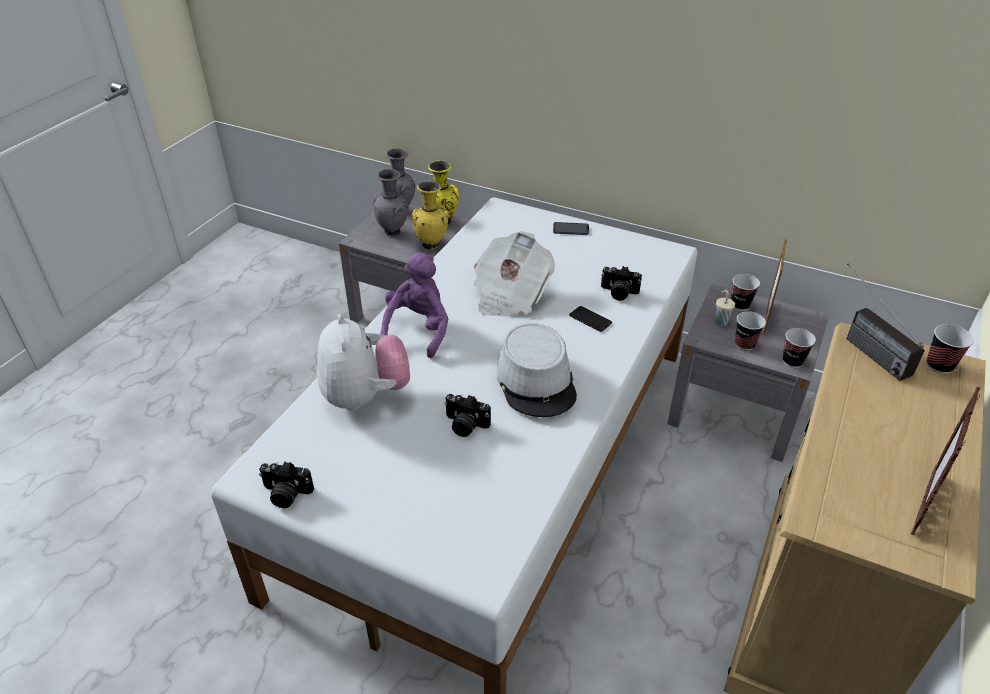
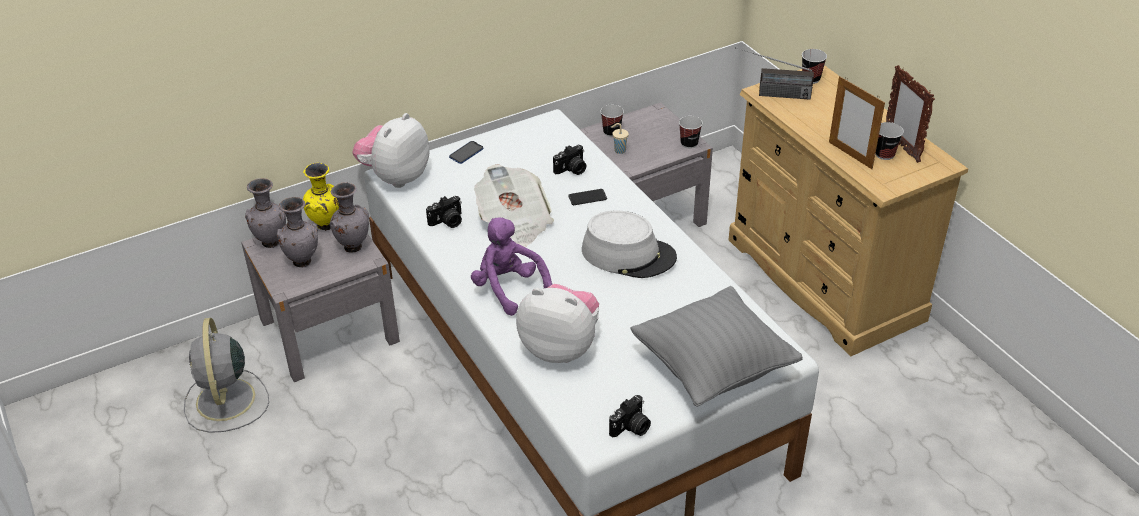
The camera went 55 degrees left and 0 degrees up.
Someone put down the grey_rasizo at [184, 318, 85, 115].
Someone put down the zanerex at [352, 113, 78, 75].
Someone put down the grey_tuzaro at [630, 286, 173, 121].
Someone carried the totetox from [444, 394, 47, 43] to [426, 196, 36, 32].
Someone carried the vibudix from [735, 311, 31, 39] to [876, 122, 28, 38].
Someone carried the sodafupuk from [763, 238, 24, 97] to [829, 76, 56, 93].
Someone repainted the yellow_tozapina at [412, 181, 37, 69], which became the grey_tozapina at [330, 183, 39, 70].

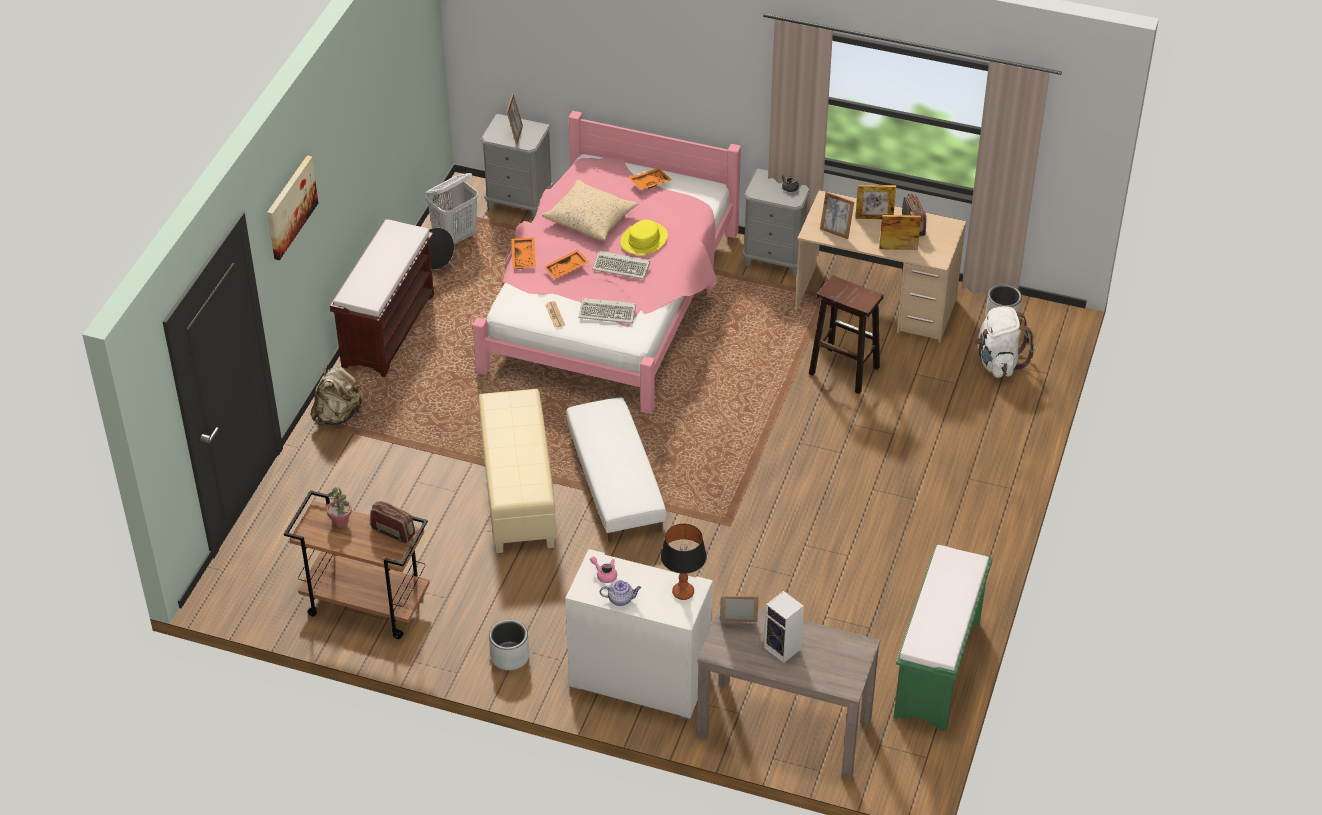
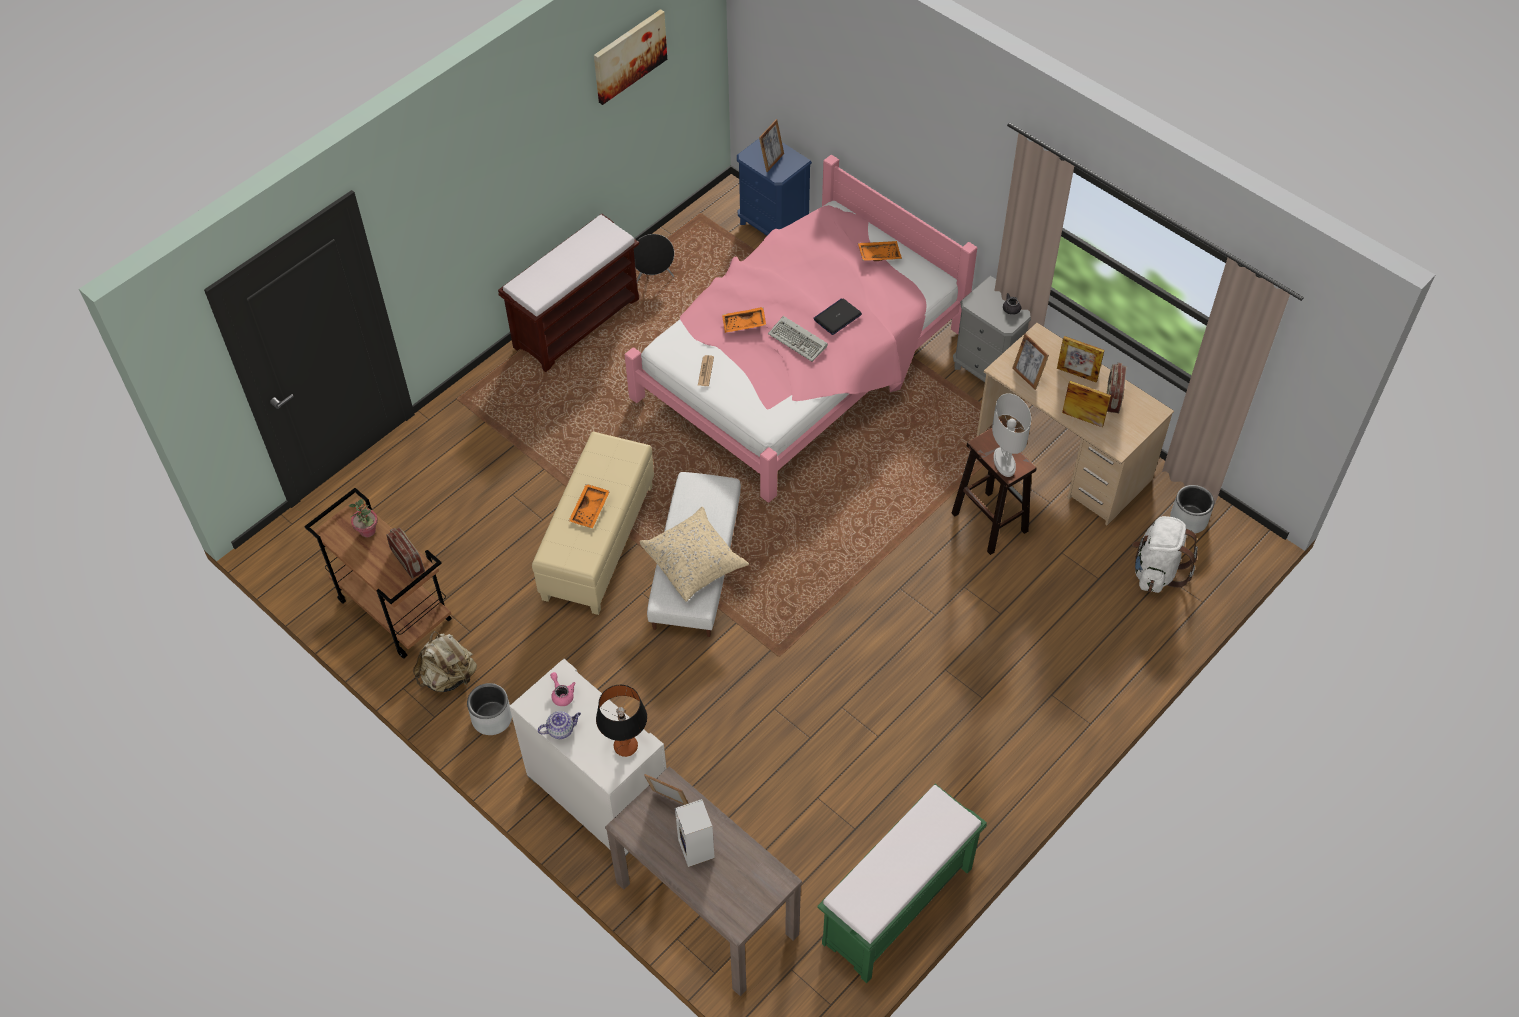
The camera went 25 degrees right and 10 degrees up.
Someone took away the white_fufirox at [426, 173, 52, 72].
Someone took away the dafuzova at [579, 298, 57, 25].
Someone put down the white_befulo at [992, 393, 39, 84].
Someone carried the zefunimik from [267, 155, 51, 105] to [594, 9, 73, 96].
Someone carried the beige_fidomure from [311, 365, 53, 60] to [413, 631, 64, 61].
Someone carried the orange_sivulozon from [511, 238, 25, 31] to [569, 484, 41, 44].
Someone carried the beige_tuzaro from [542, 179, 97, 62] to [639, 507, 110, 95].
Someone swapped the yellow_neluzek at [621, 220, 47, 35] for the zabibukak at [813, 298, 49, 37].
Someone repainted the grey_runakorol at [481, 114, 72, 105], which became the blue_runakorol at [737, 139, 75, 97].
Someone rotated the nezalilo at [600, 580, 41, 26] by 45 degrees counterclockwise.

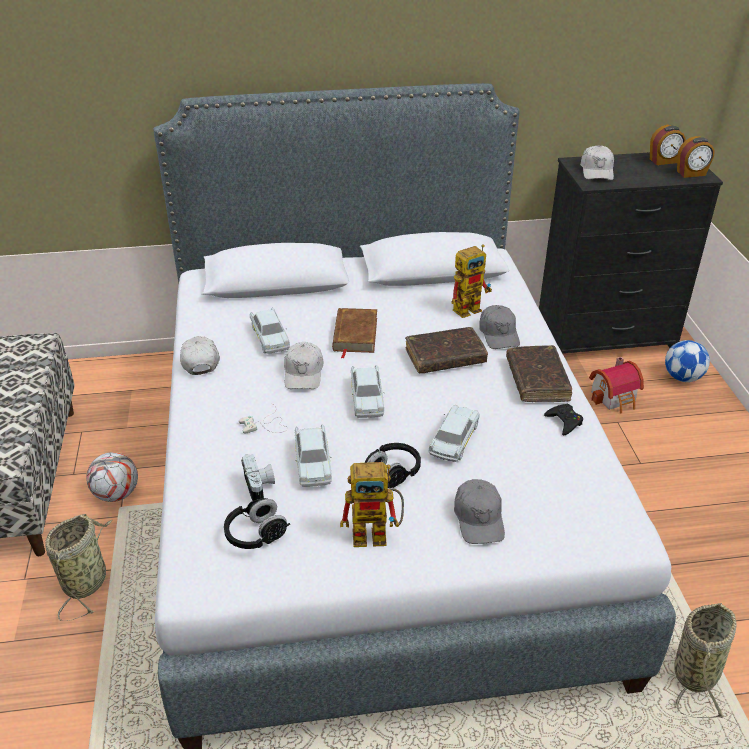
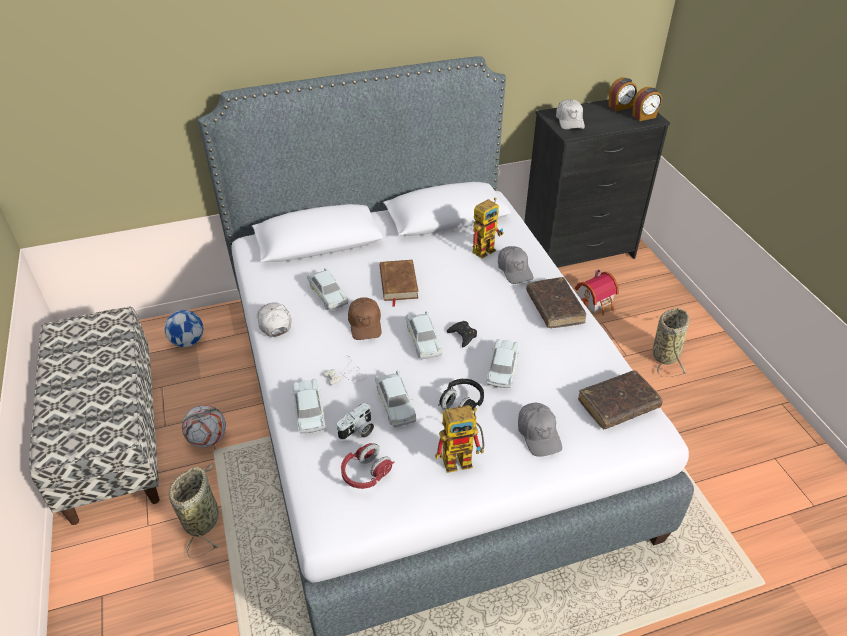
The camera went 10 degrees left and 5 degrees up.
Someone put down the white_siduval at [292, 379, 33, 54].
Someone carried the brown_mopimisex from [405, 327, 83, 46] to [578, 370, 85, 59].
Someone carried the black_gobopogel from [544, 404, 39, 31] to [447, 321, 30, 26].
Someone carried the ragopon from [665, 340, 45, 42] to [165, 310, 38, 37].
Someone carried the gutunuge from [674, 603, 62, 115] to [653, 308, 36, 69].
Someone repainted the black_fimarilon at [224, 498, 66, 51], which became the red_fimarilon at [341, 443, 53, 46].
Someone repainted the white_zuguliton at [284, 342, 39, 47], which became the brown_zuguliton at [348, 298, 33, 42].
Someone rotated the totetox at [241, 454, 34, 47] by 75 degrees clockwise.

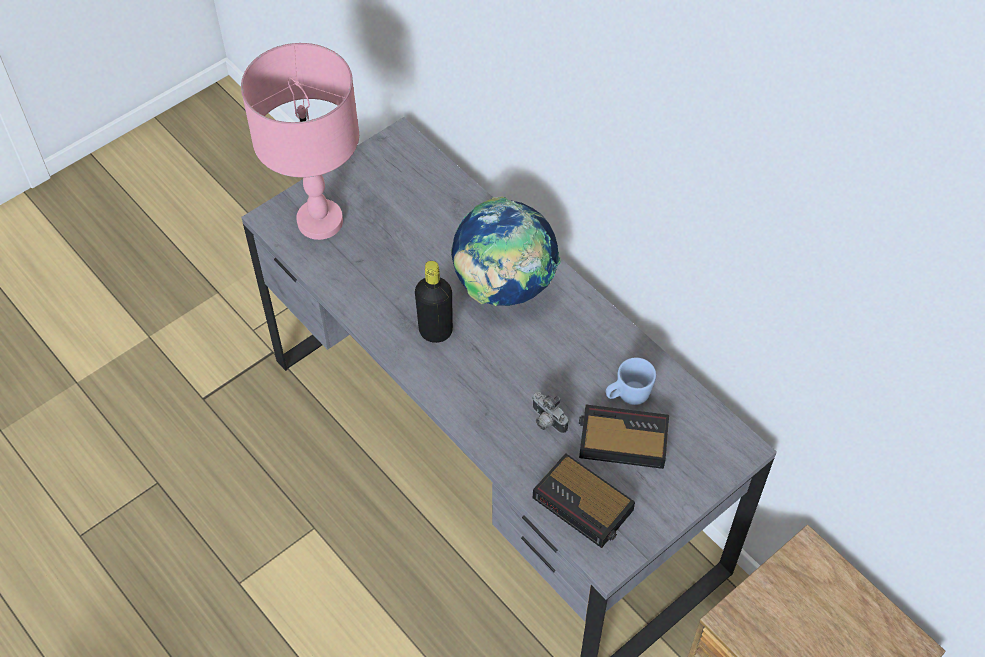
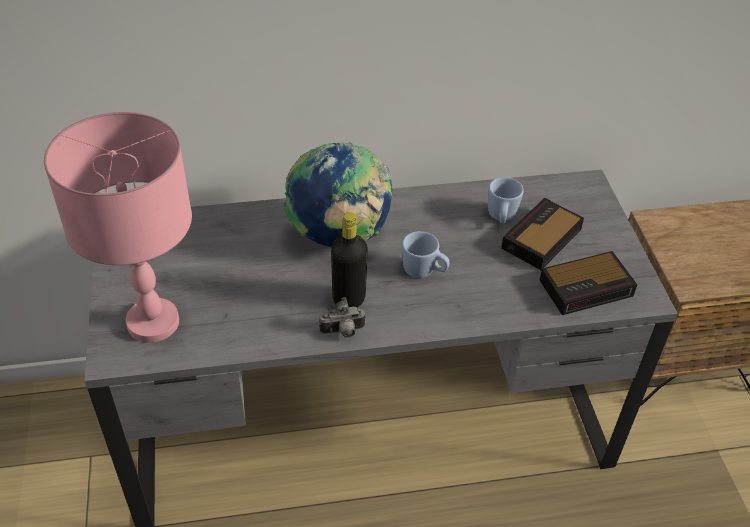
The camera went 60 degrees left and 10 degrees down.
Someone put down the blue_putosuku at [402, 231, 48, 47].
Someone carried the totetox from [532, 392, 36, 42] to [319, 297, 47, 41].

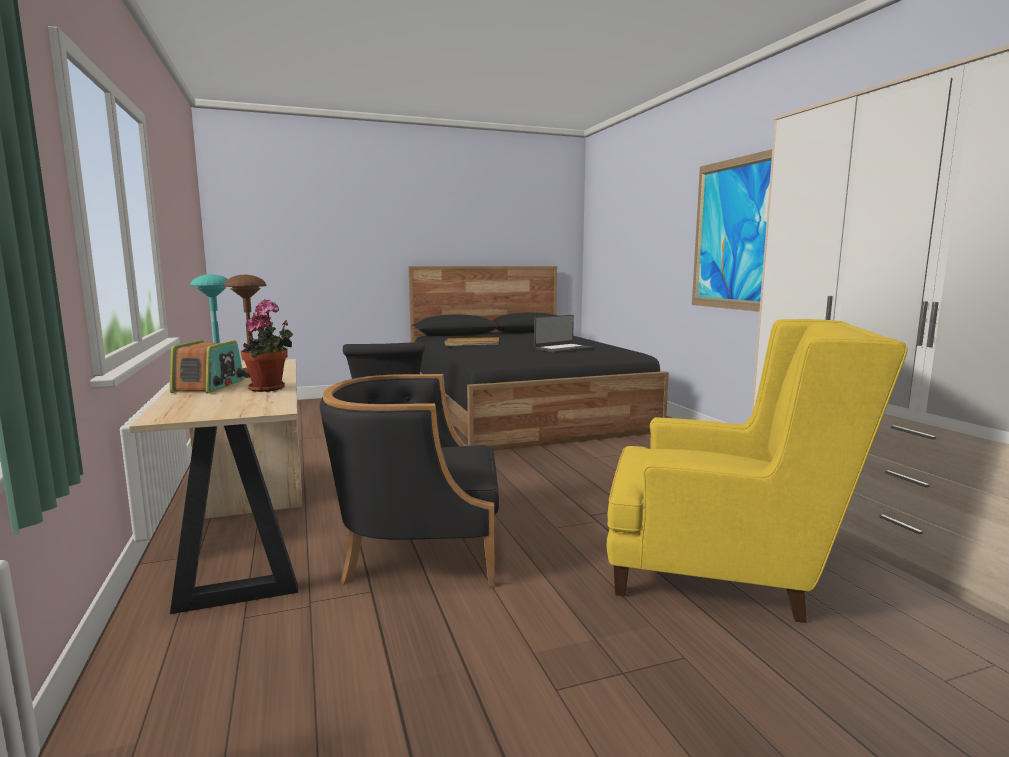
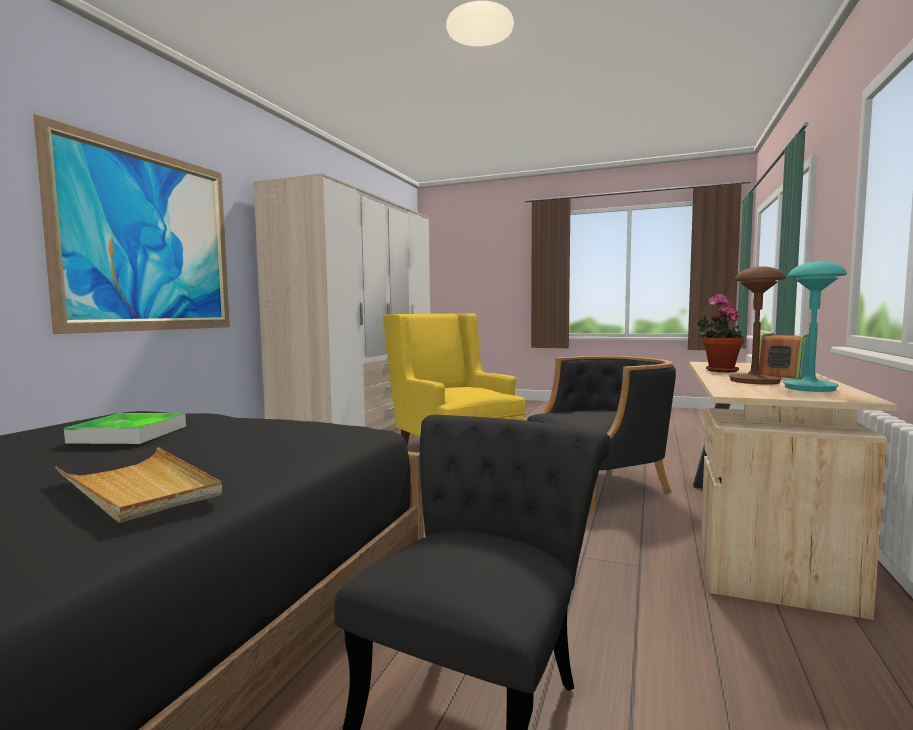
The camera went 140 degrees left and 5 degrees down.
Someone swapped the zabibukak at [534, 315, 59, 38] for the sivulozon at [64, 413, 122, 31].
Someone rotated the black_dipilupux at [320, 374, 179, 213] by 60 degrees counterclockwise.

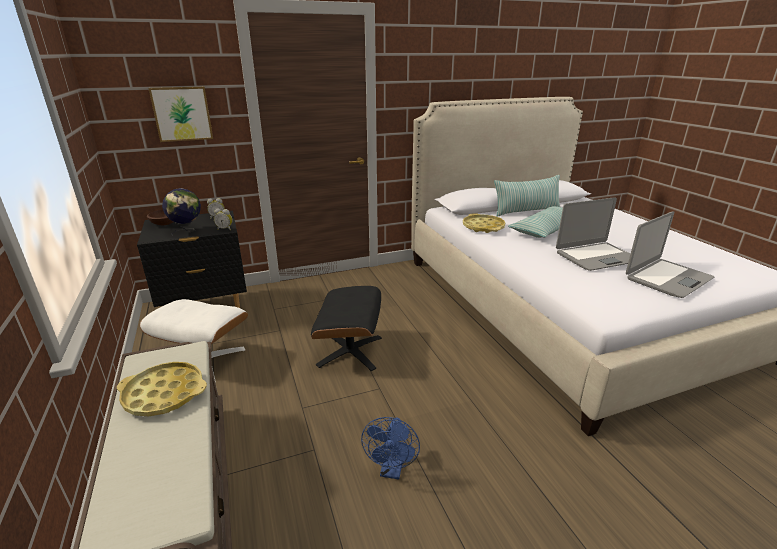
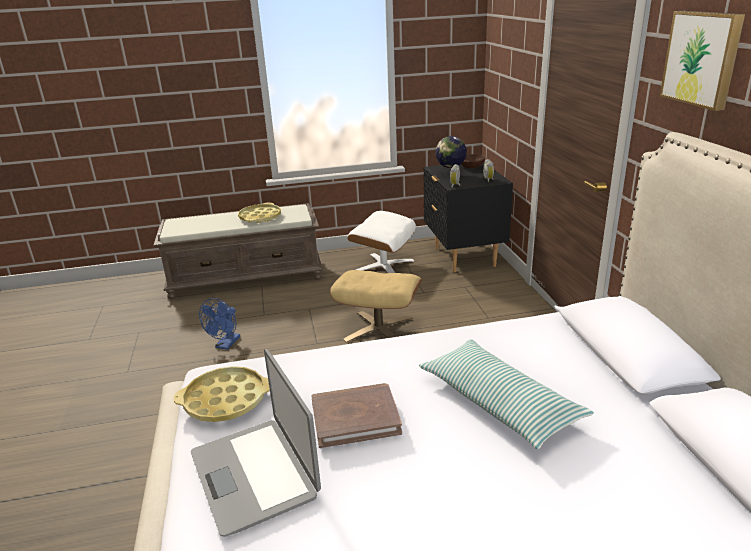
The camera went 100 degrees right and 0 degrees up.
Someone took away the tuzaro at [494, 175, 66, 42].
Someone carried the zefunimik from [148, 86, 65, 56] to [660, 11, 85, 100].
Someone carried the yellow_sivulozon from [463, 213, 42, 20] to [174, 366, 96, 56].
Someone swapped the zabibukak at [556, 197, 74, 74] for the brown_mopimisex at [312, 383, 90, 65].
Someone repainted the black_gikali at [311, 286, 71, 85], which became the beige_gikali at [330, 270, 92, 73].
Someone rotated the blue_rasizo at [361, 417, 59, 63] by 90 degrees counterclockwise.

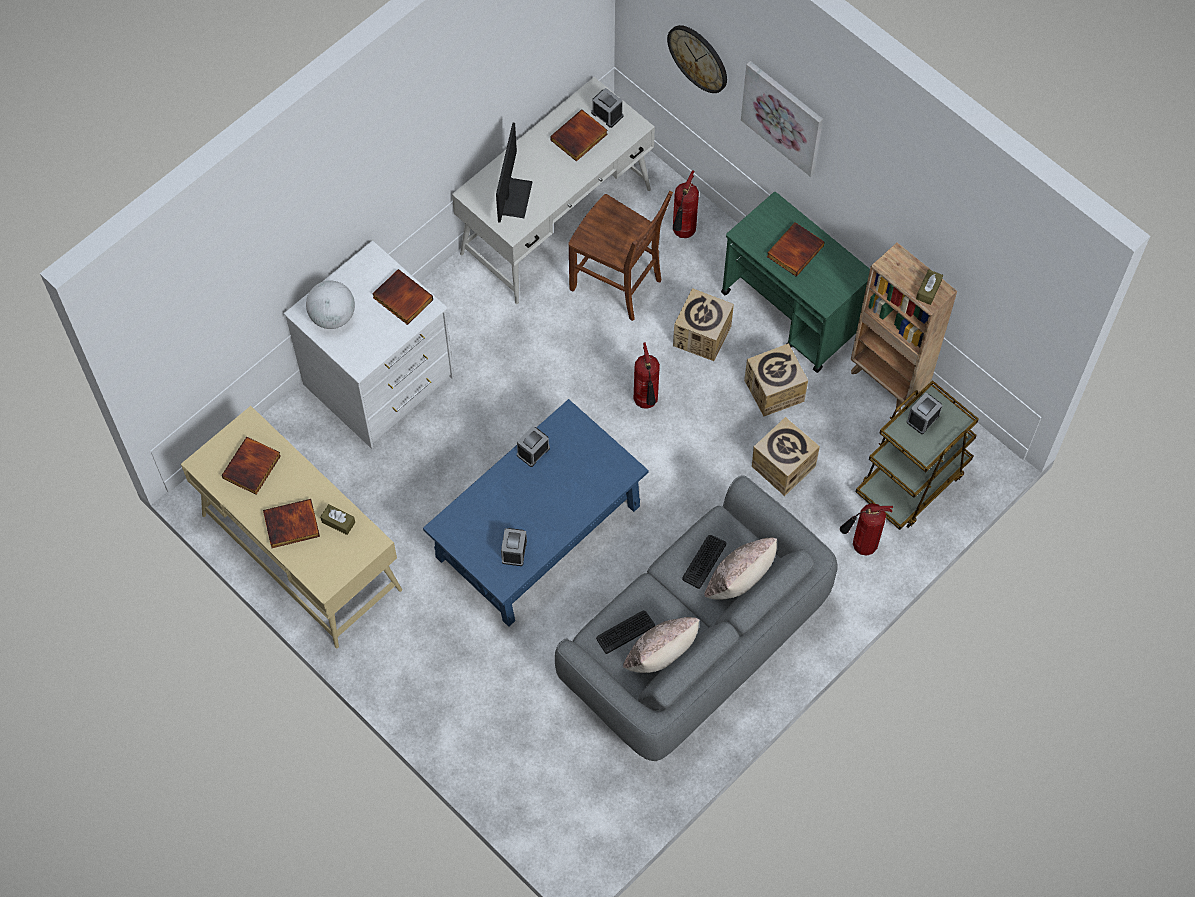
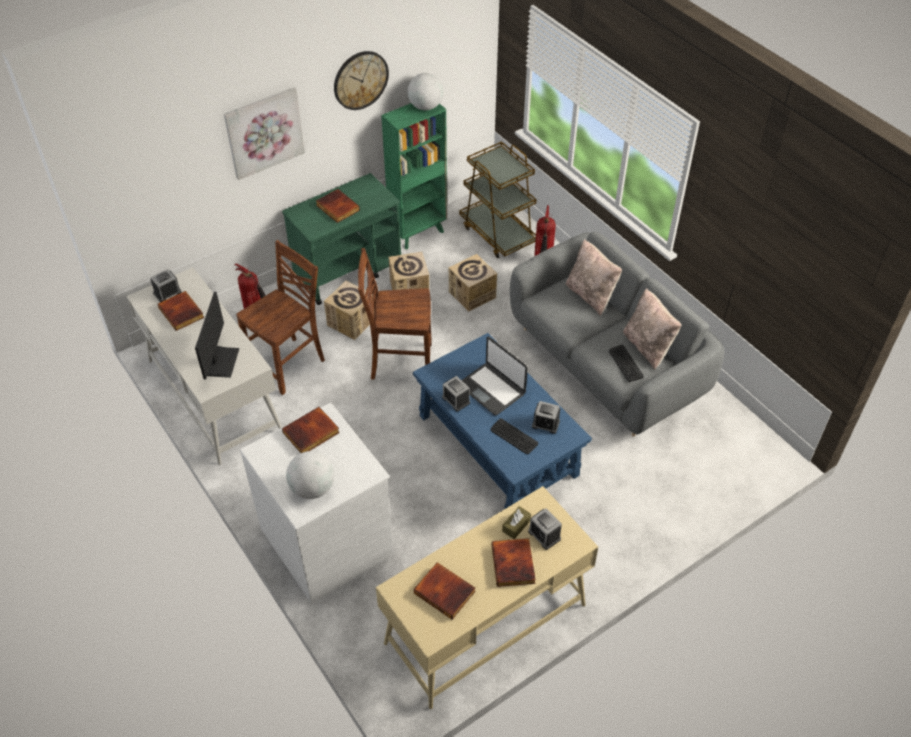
The camera went 80 degrees left and 15 degrees down.
Someone put down the zabibukak at [462, 336, 66, 80].
Someone carried the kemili from [667, 25, 60, 68] to [334, 51, 55, 59].
Someone carried the dafuzova from [682, 535, 44, 54] to [490, 418, 48, 36].
Someone carried the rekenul from [907, 393, 36, 41] to [528, 508, 34, 42].
Someone swapped the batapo at [634, 342, 26, 67] for the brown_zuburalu at [358, 248, 74, 132].
Someone swapped the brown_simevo at [916, 269, 27, 36] for the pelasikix at [407, 73, 37, 37].
Someone repainted the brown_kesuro at [851, 243, 106, 169], which became the green_kesuro at [381, 103, 66, 147].
Someone rotated the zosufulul at [496, 123, 37, 100] by 75 degrees clockwise.

